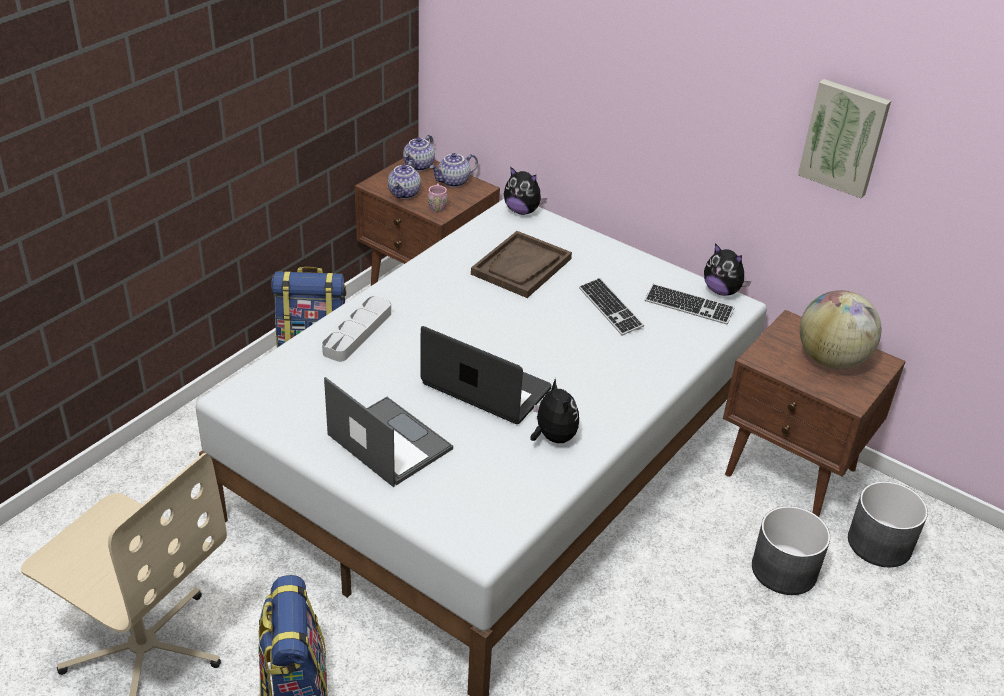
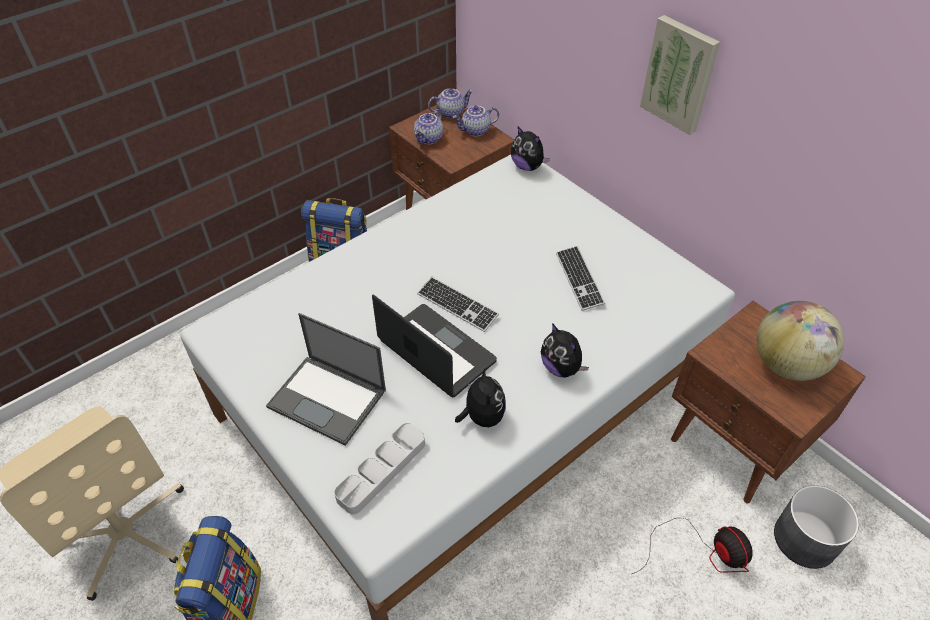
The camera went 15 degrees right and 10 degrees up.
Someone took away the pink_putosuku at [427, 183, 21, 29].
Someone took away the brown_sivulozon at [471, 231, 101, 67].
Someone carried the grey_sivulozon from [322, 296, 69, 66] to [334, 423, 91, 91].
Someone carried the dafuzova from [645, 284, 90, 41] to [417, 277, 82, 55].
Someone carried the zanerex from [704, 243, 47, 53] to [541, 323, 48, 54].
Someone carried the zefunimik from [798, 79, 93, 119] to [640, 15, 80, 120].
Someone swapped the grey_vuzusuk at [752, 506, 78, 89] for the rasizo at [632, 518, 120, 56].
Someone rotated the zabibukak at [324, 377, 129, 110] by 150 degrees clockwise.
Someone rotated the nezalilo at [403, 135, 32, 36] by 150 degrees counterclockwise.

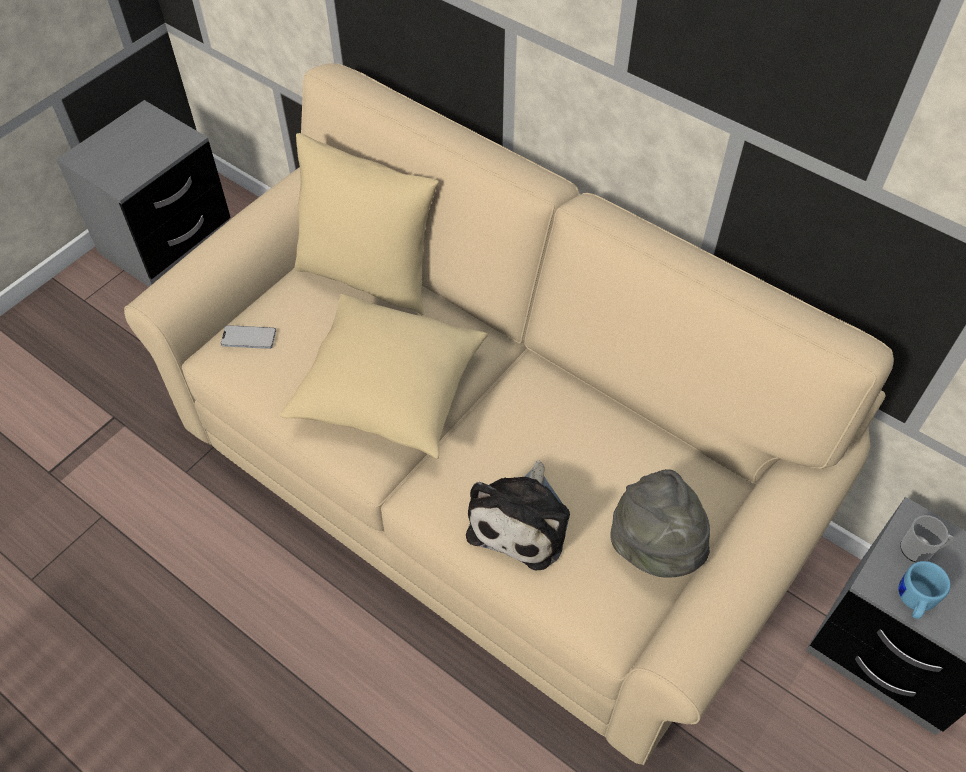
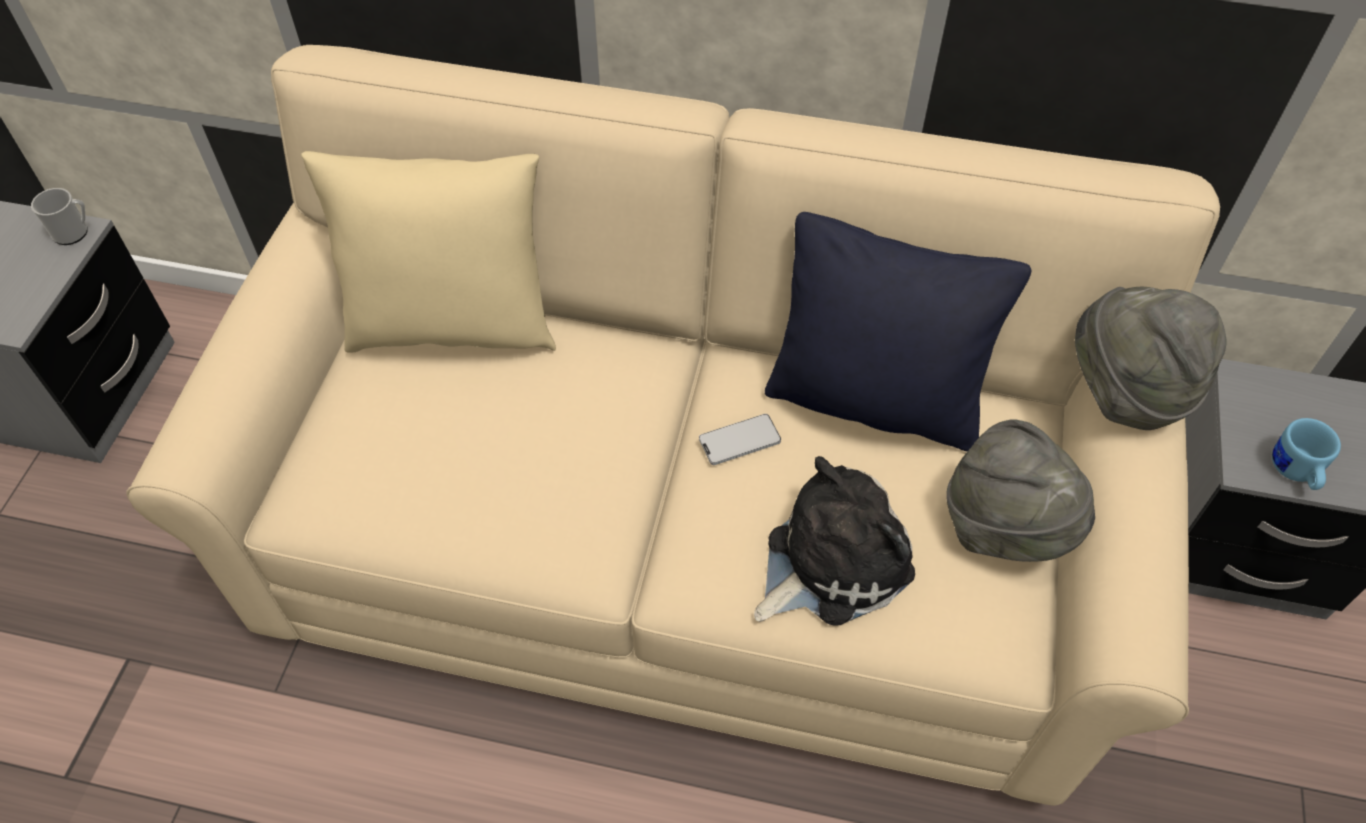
The camera went 25 degrees left and 0 degrees up.
Someone took away the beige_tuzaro at [280, 294, 208, 166].
Someone put down the black_tuzaro at [765, 212, 266, 239].
Someone put down the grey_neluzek at [1075, 287, 151, 143].
Someone carried the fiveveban from [221, 325, 55, 24] to [699, 414, 82, 51].
Someone carried the putosuku from [900, 515, 54, 47] to [31, 188, 57, 57].
Someone rotated the zanerex at [466, 460, 104, 110] by 120 degrees counterclockwise.

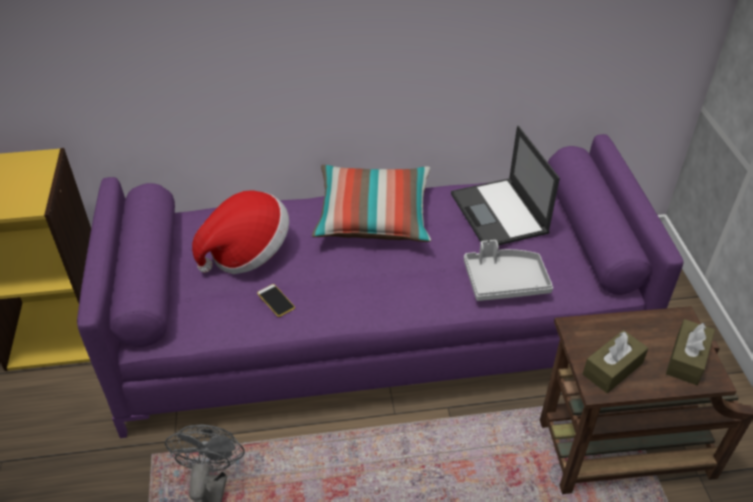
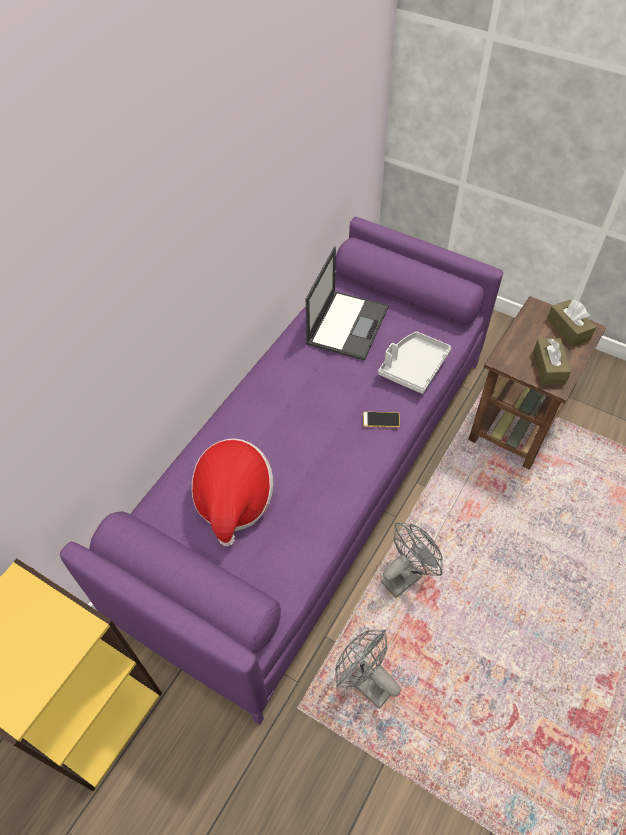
The camera went 50 degrees left and 10 degrees up.
Someone took away the tuzaro at [312, 165, 119, 77].
Someone put down the grey_rasizo at [381, 523, 62, 75].
Someone carried the fiveveban from [257, 284, 38, 33] to [363, 412, 37, 16].
Someone rotated the zabibukak at [451, 126, 109, 119] by 90 degrees counterclockwise.

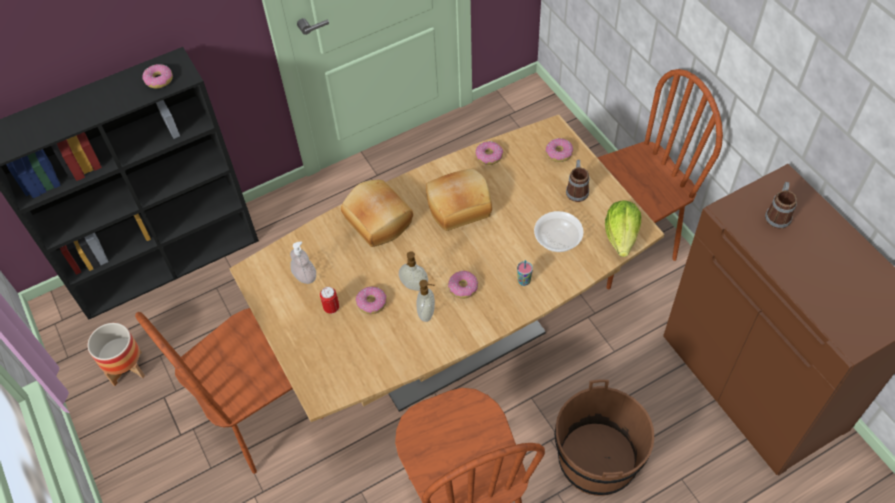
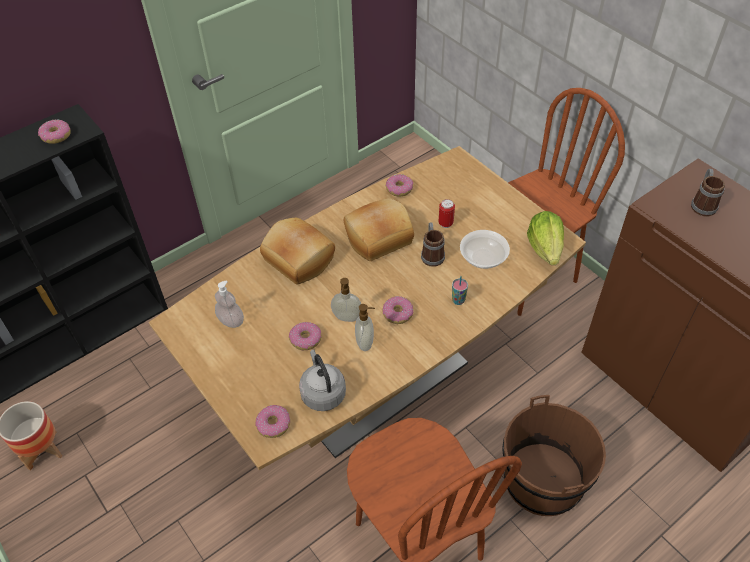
The camera went 10 degrees left and 5 degrees down.
Someone took away the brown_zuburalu at [135, 308, 189, 166].
Someone put down the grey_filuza at [299, 349, 47, 62].
Someone carried the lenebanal from [320, 287, 19, 27] to [438, 199, 17, 29].
Someone carried the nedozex from [545, 138, 28, 24] to [255, 405, 35, 33].
Someone carried the putosuku from [566, 160, 23, 42] to [421, 222, 24, 45].

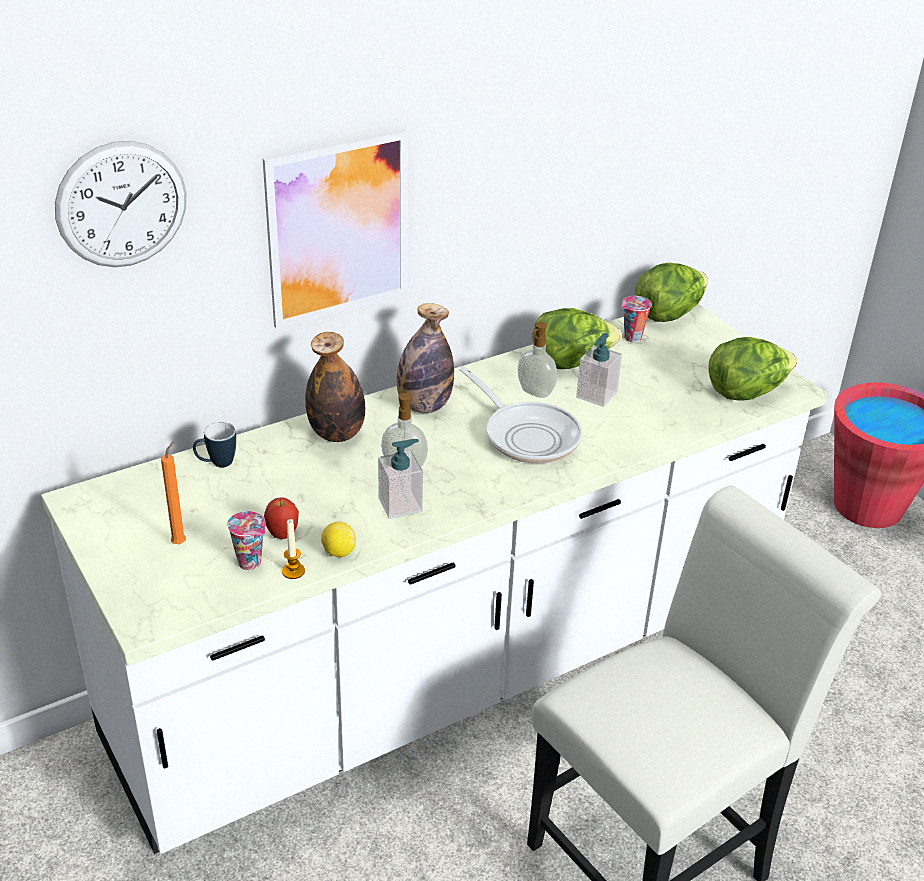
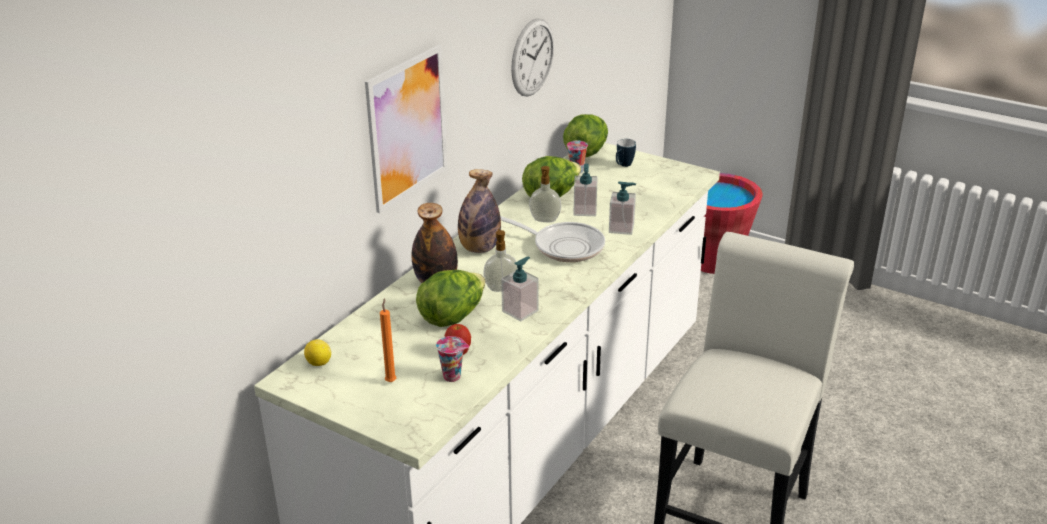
The camera went 25 degrees left and 5 degrees down.
Someone took away the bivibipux at [282, 519, 23, 60].
Someone put down the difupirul at [609, 181, 27, 54].
Someone carried the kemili from [55, 141, 131, 126] to [511, 18, 43, 78].
Someone carried the putosuku from [193, 422, 43, 45] to [616, 139, 20, 28].
Someone carried the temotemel from [321, 522, 35, 35] to [304, 339, 27, 27].
Someone carried the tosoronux from [708, 337, 89, 64] to [416, 270, 70, 57].

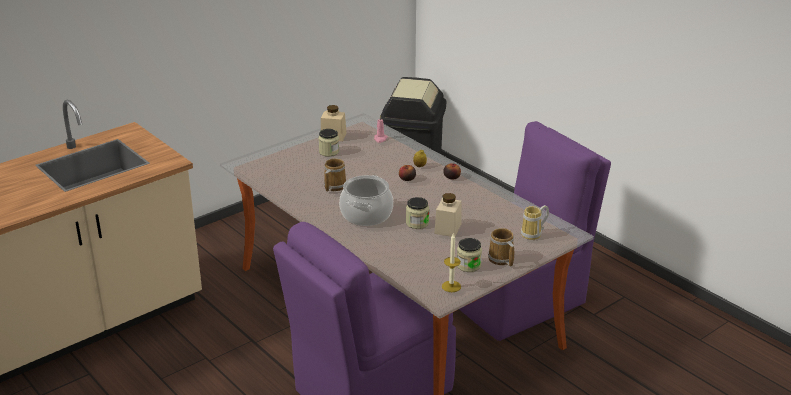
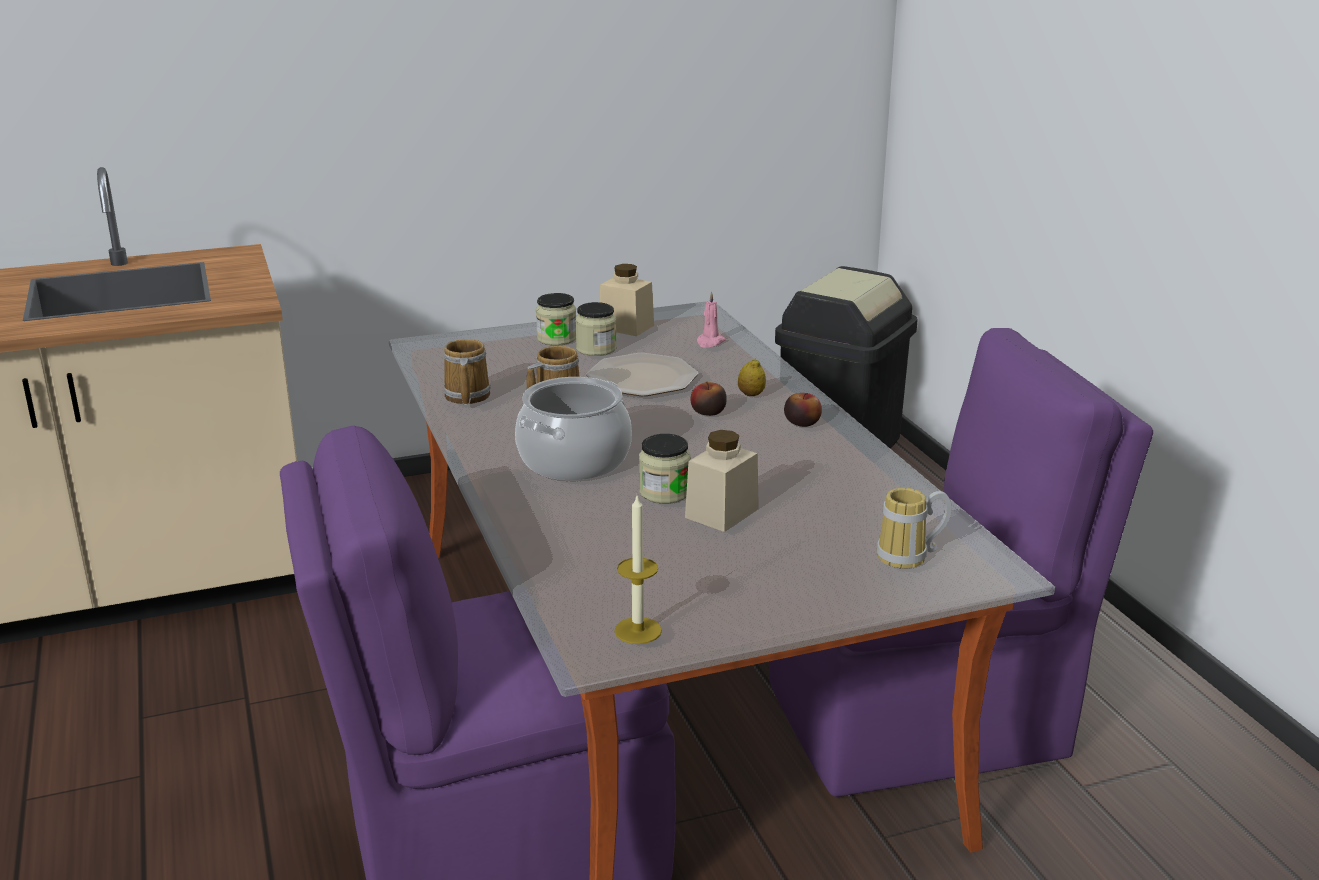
The camera went 20 degrees right and 5 degrees down.
Someone put down the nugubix at [586, 353, 112, 43].
Someone carried the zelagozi from [457, 238, 25, 34] to [536, 293, 40, 52].
Someone carried the putosuku from [488, 228, 26, 38] to [443, 339, 48, 66].

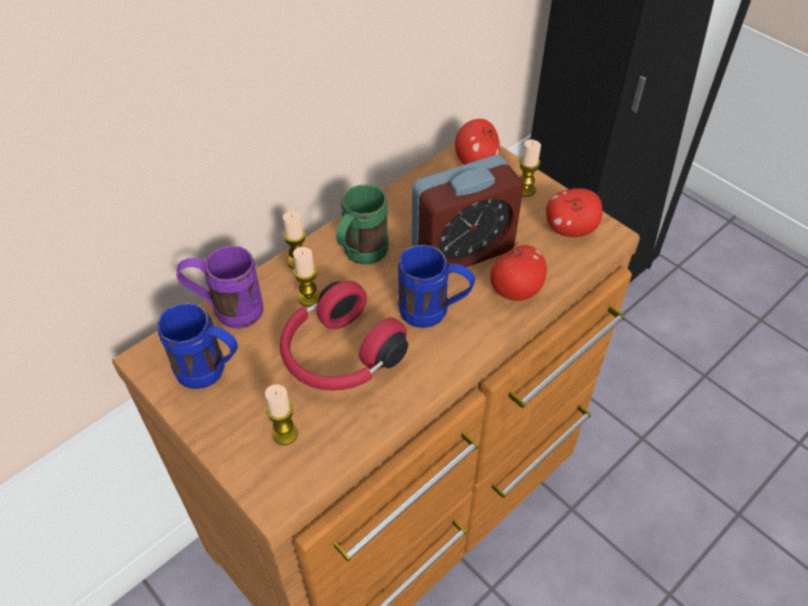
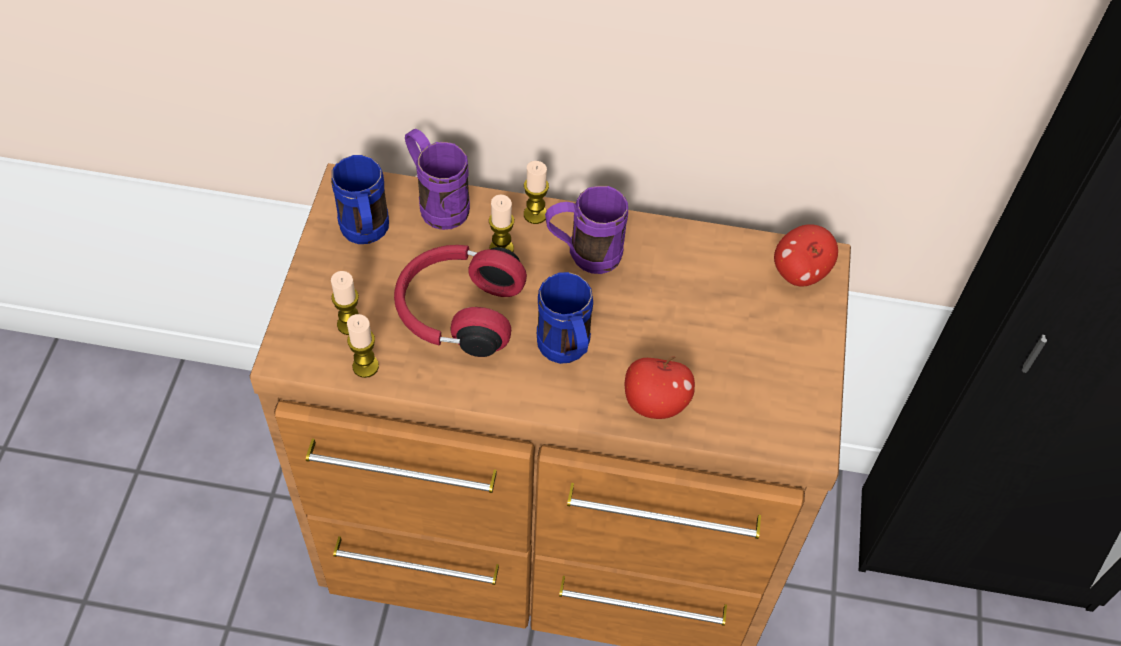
The camera went 50 degrees right and 5 degrees up.
Someone took away the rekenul at [412, 155, 112, 118].
Someone took away the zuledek at [546, 188, 57, 49].
Someone carried the bivibipux from [519, 139, 22, 58] to [347, 314, 32, 64].
Someone repainted the green_putosuku at [336, 184, 53, 81], which became the purple_putosuku at [545, 186, 83, 88].

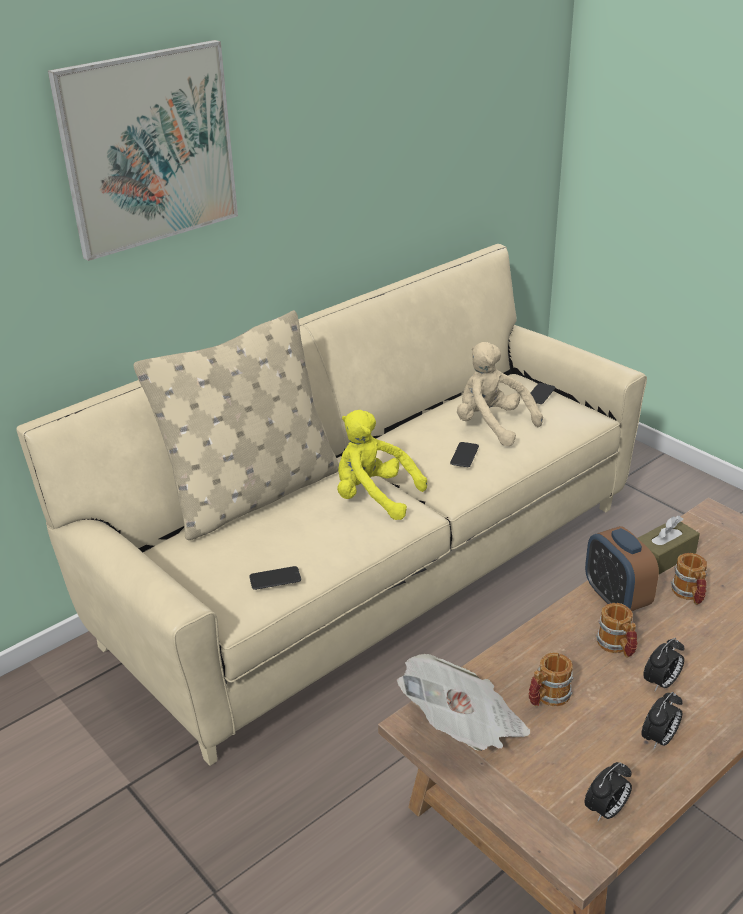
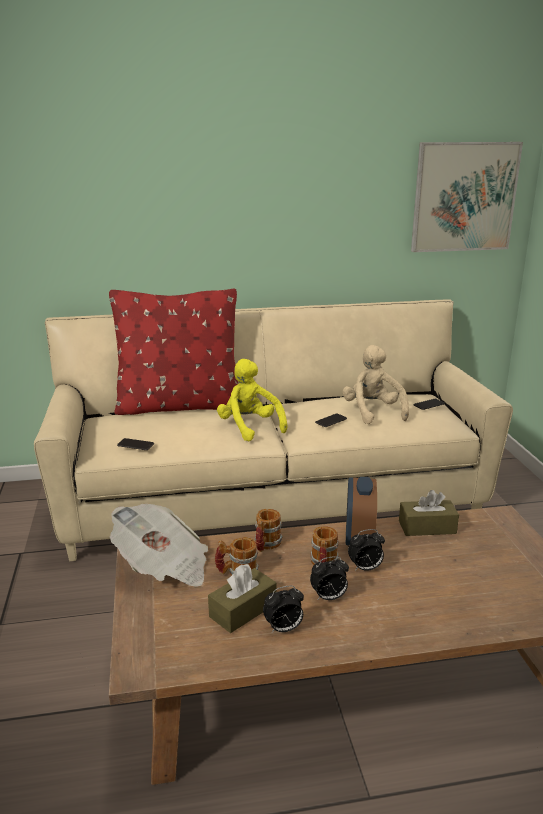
The camera went 30 degrees right and 10 degrees down.
Someone put down the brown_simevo at [208, 564, 68, 69].
Someone carried the zefunimik from [48, 40, 190, 221] to [411, 142, 112, 110].
Someone carried the rekenul from [585, 762, 47, 59] to [348, 529, 37, 42].
Someone carried the putosuku from [671, 553, 37, 52] to [254, 509, 29, 43].
Someone repainted the beige_tuzaro at [134, 310, 205, 230], which became the red_tuzaro at [109, 289, 129, 126].

